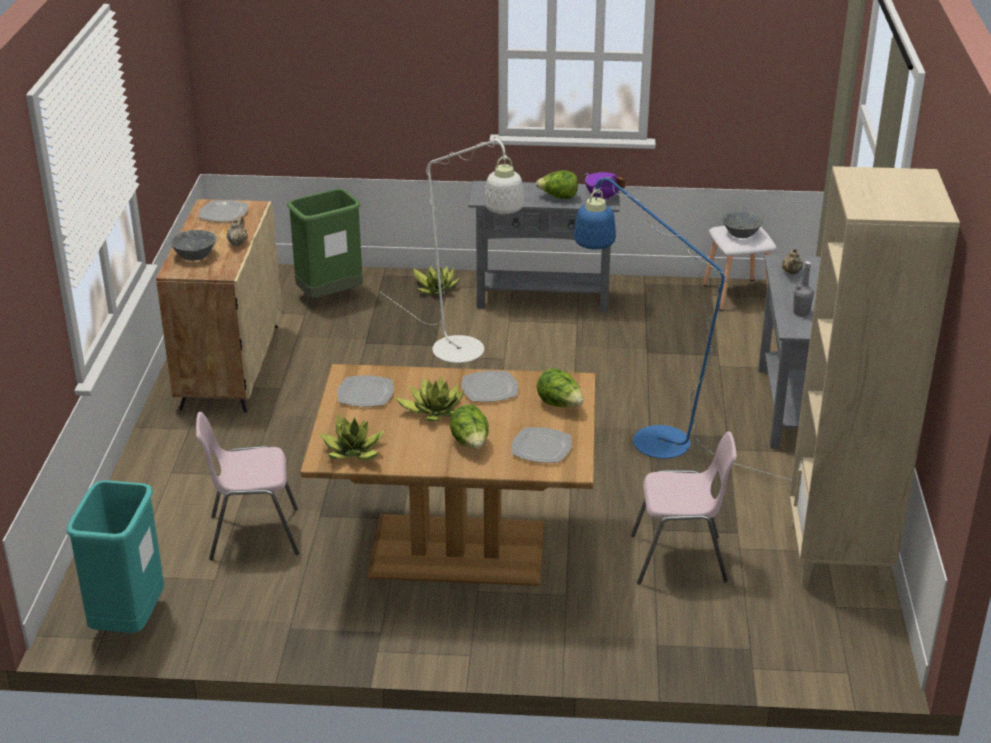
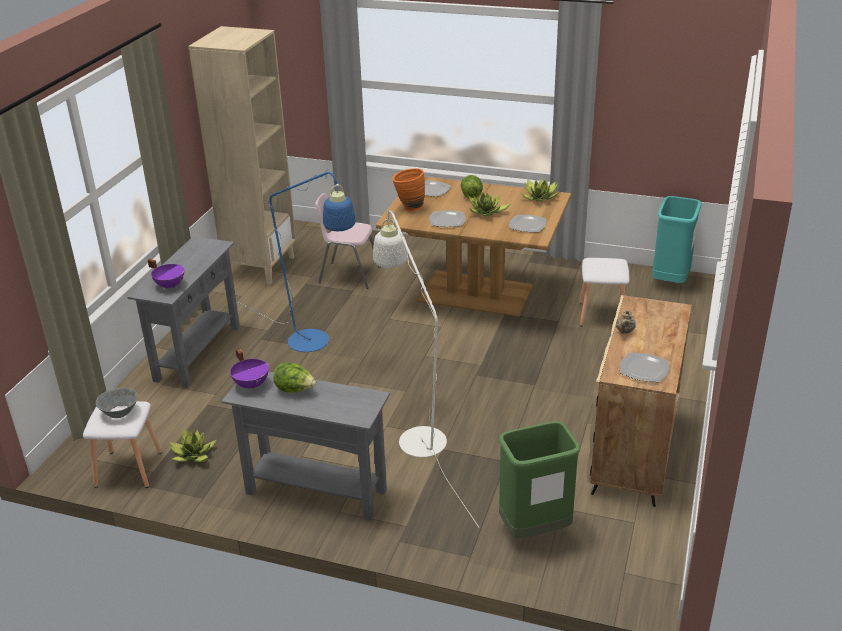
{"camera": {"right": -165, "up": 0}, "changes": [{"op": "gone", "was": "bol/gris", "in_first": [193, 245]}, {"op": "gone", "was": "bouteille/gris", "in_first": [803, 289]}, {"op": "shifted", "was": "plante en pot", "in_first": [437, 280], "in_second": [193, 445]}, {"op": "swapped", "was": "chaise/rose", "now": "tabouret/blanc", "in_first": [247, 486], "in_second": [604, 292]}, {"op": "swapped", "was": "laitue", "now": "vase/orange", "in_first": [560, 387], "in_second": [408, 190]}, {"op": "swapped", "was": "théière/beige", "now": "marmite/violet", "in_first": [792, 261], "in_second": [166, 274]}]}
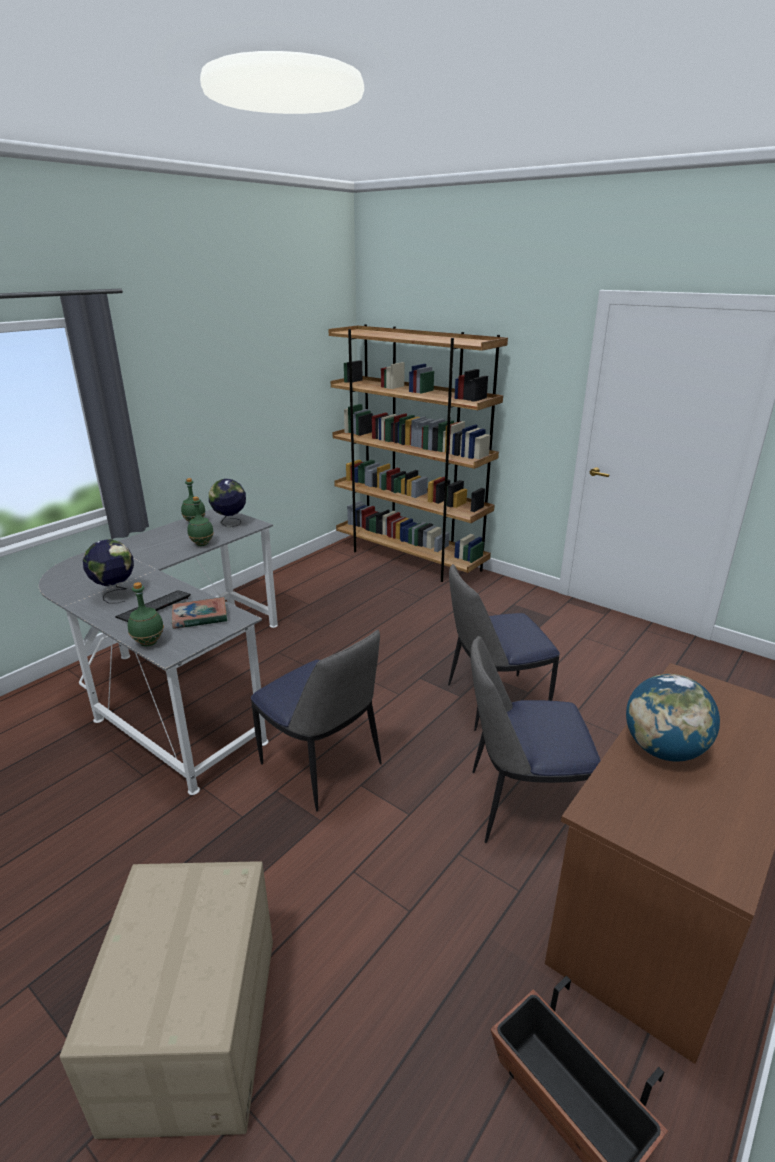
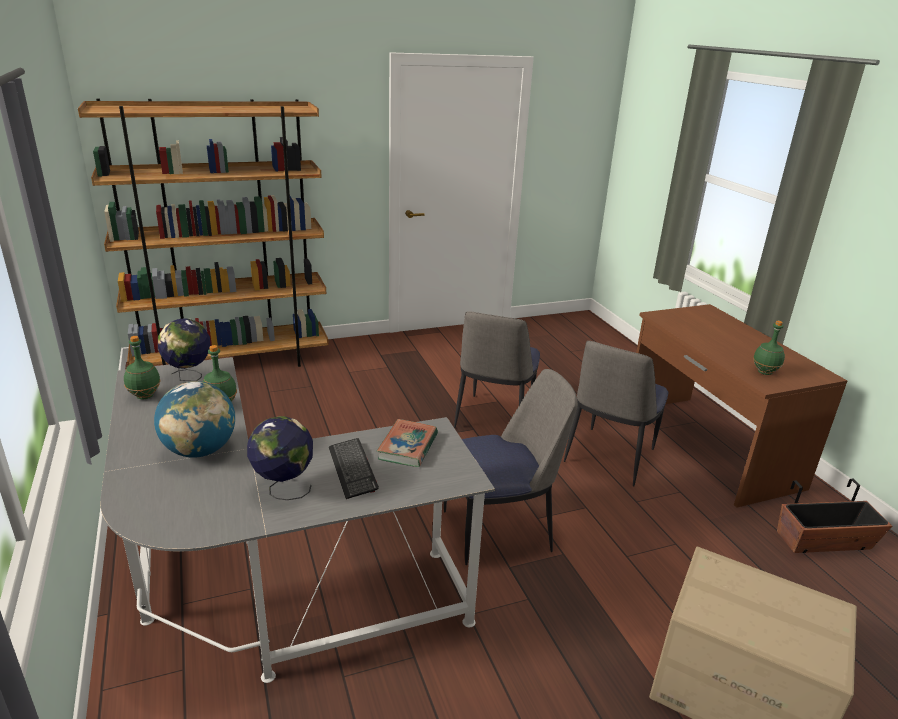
{"camera": {"right": -60, "up": 0}, "changes": [{"op": "shifted", "was": "bouteille/vert", "in_first": [146, 614], "in_second": [769, 348]}, {"op": "shifted", "was": "globe", "in_first": [673, 718], "in_second": [194, 419]}]}
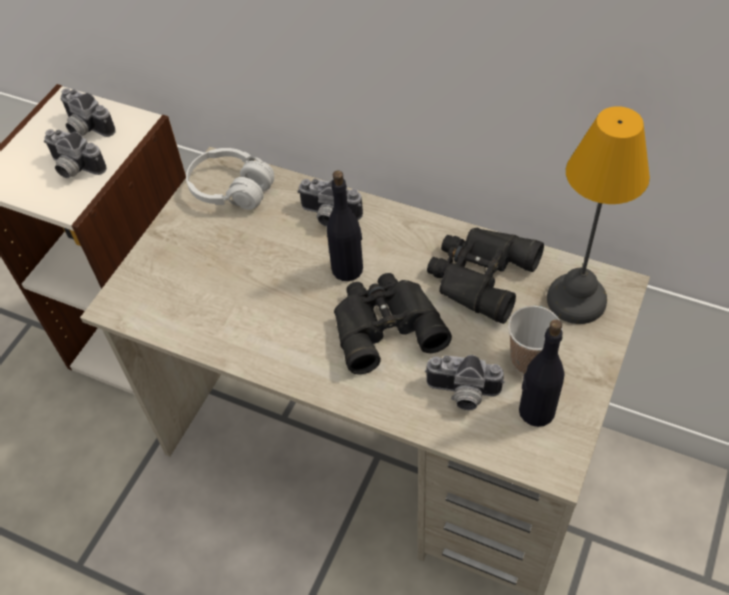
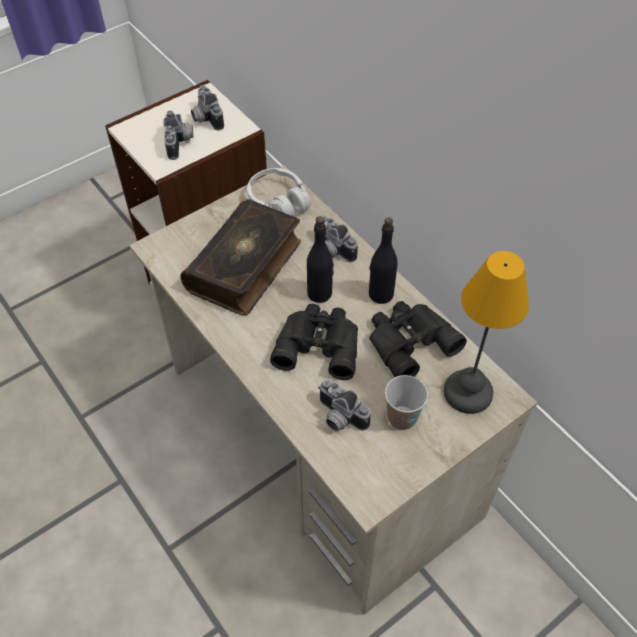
{"camera": {"right": 25, "up": 0}, "changes": [{"op": "new", "now": "livre", "in_second": [240, 257]}, {"op": "shifted", "was": "bouteille/noir", "in_first": [542, 373], "in_second": [383, 260]}, {"op": "rotated", "was": "appareil photo", "in_first": [75, 153], "in_second": [178, 135], "clockwise": -150}]}
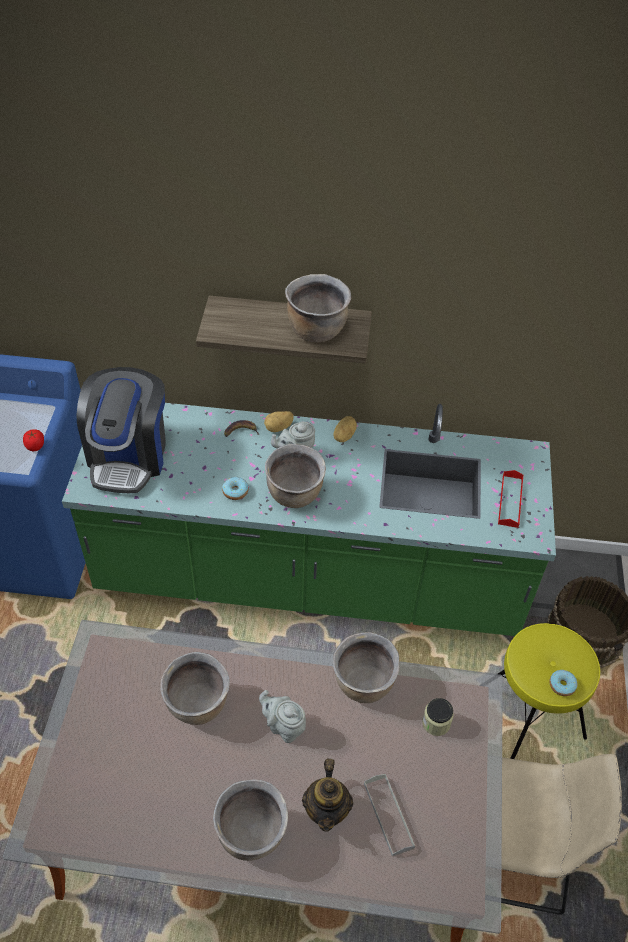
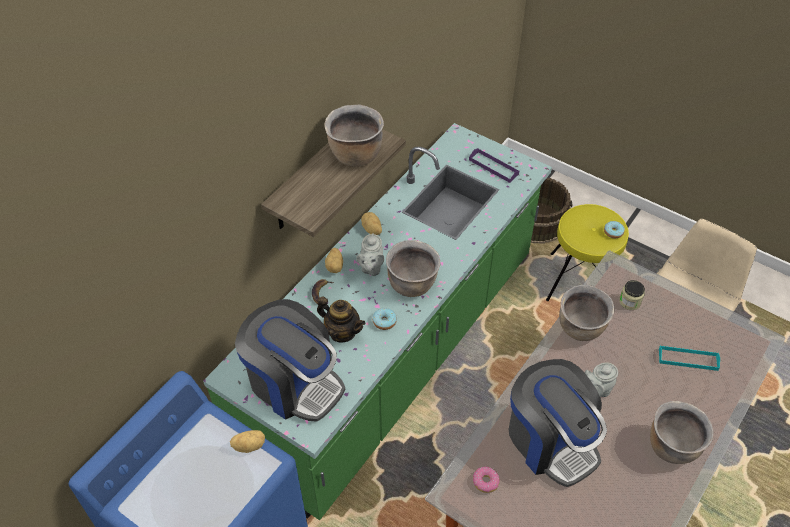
{"camera": {"right": -60, "up": 0}, "changes": [{"op": "new", "now": "beignet", "in_second": [486, 480]}, {"op": "shifted", "was": "théière", "in_first": [327, 795], "in_second": [341, 319]}, {"op": "swapped", "was": "tomate", "now": "pomme de terre", "in_first": [33, 440], "in_second": [247, 441]}, {"op": "swapped", "was": "marmite/marron", "now": "machine à café", "in_first": [195, 688], "in_second": [558, 423]}, {"op": "repainted", "was": "plateau/gris", "now": "plateau/turquoise", "in_first": [389, 815], "in_second": [689, 358]}, {"op": "repainted", "was": "plateau/rouge", "now": "plateau/violet", "in_first": [510, 499], "in_second": [494, 165]}]}
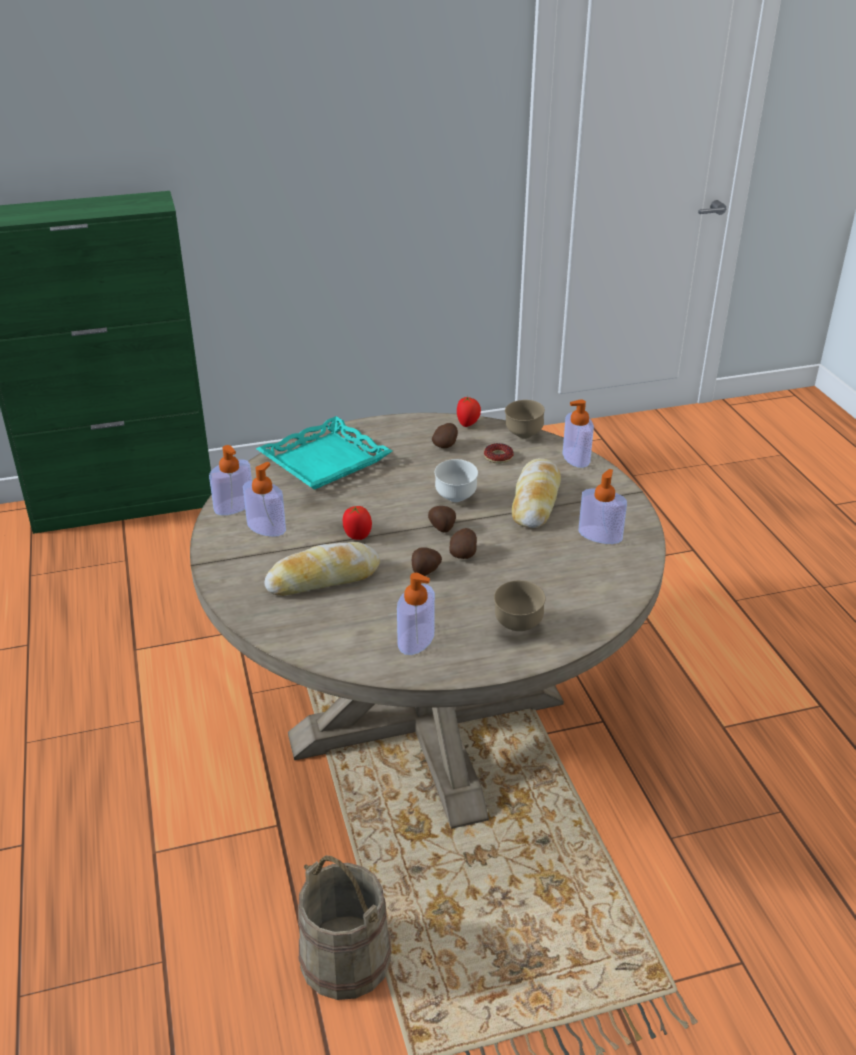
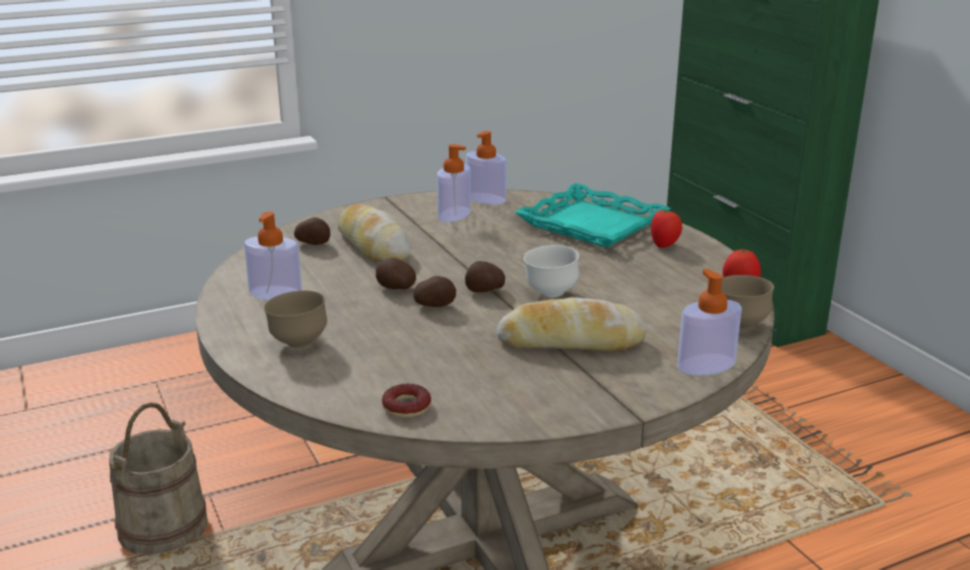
{"camera": {"right": 80, "up": -10}, "changes": [{"op": "gone", "was": "distributeur de savon", "in_first": [602, 506]}, {"op": "shifted", "was": "tomate", "in_first": [357, 523], "in_second": [666, 228]}, {"op": "shifted", "was": "pomme de terre", "in_first": [445, 435], "in_second": [312, 231]}, {"op": "shifted", "was": "beignet", "in_first": [499, 453], "in_second": [406, 401]}]}
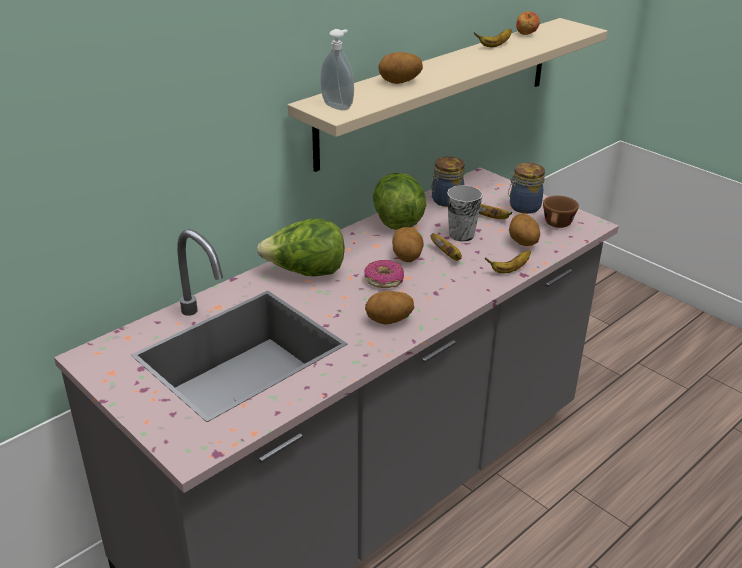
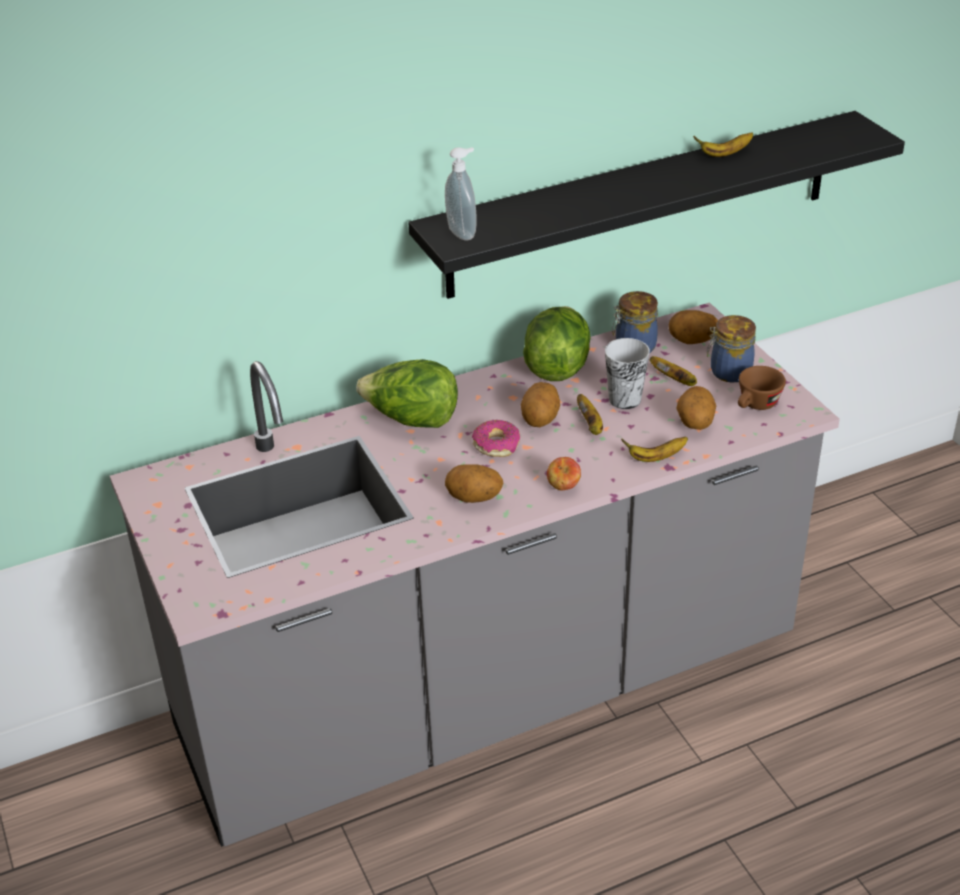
{"camera": {"right": 20, "up": 5}, "changes": [{"op": "shifted", "was": "pomme de terre", "in_first": [400, 68], "in_second": [693, 327]}, {"op": "shifted", "was": "pomme", "in_first": [528, 23], "in_second": [564, 474]}, {"op": "repainted", "was": "étagère/beige", "now": "étagère/noir", "in_first": [448, 95], "in_second": [656, 205]}]}
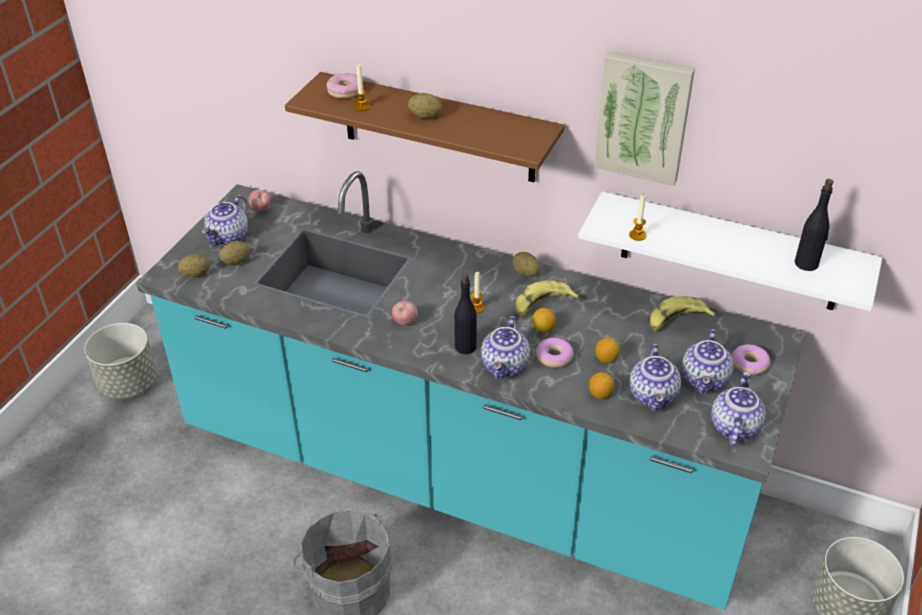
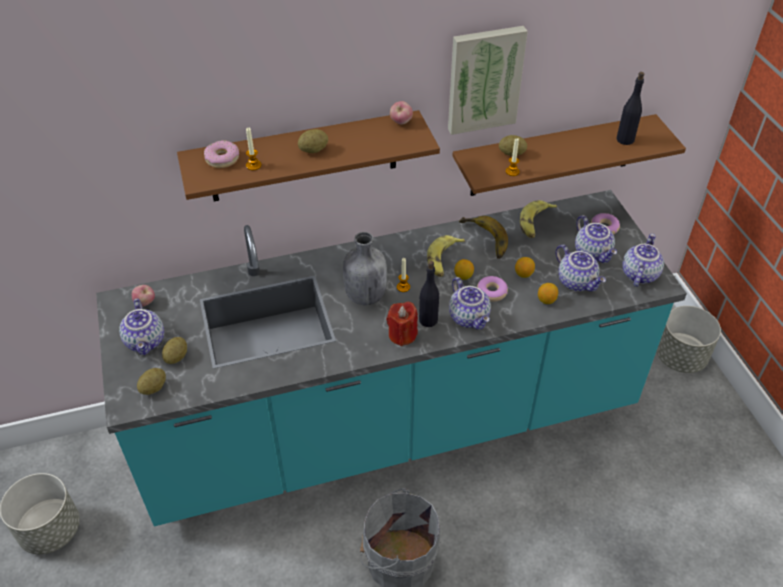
{"camera": {"right": -40, "up": 5}, "changes": [{"op": "new", "now": "bouteille/gris", "in_second": [365, 268]}, {"op": "new", "now": "bougie/rouge", "in_second": [402, 324]}, {"op": "new", "now": "banane", "in_second": [483, 237]}, {"op": "shifted", "was": "pomme", "in_first": [405, 312], "in_second": [401, 112]}, {"op": "shifted", "was": "pomme de terre", "in_first": [526, 264], "in_second": [513, 145]}, {"op": "repainted", "was": "étagère/blanc", "now": "étagère/marron", "in_first": [730, 251], "in_second": [569, 155]}, {"op": "rotated", "was": "théière", "in_first": [738, 409], "in_second": [643, 260], "clockwise": 45}]}
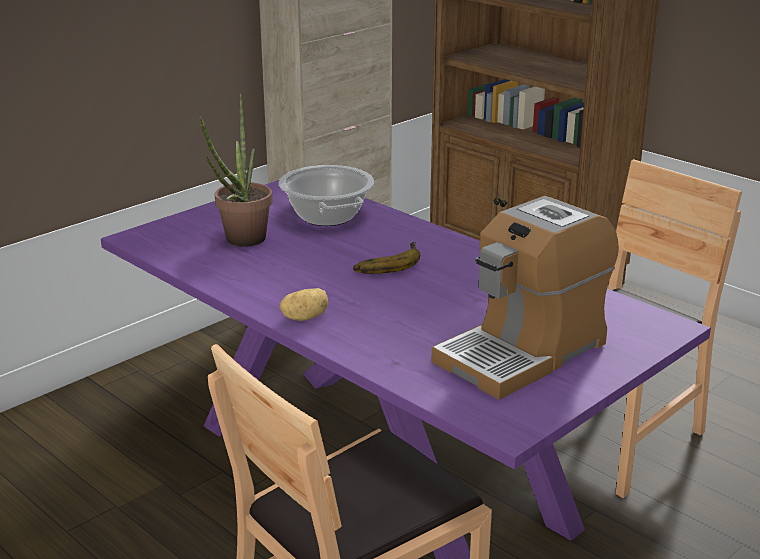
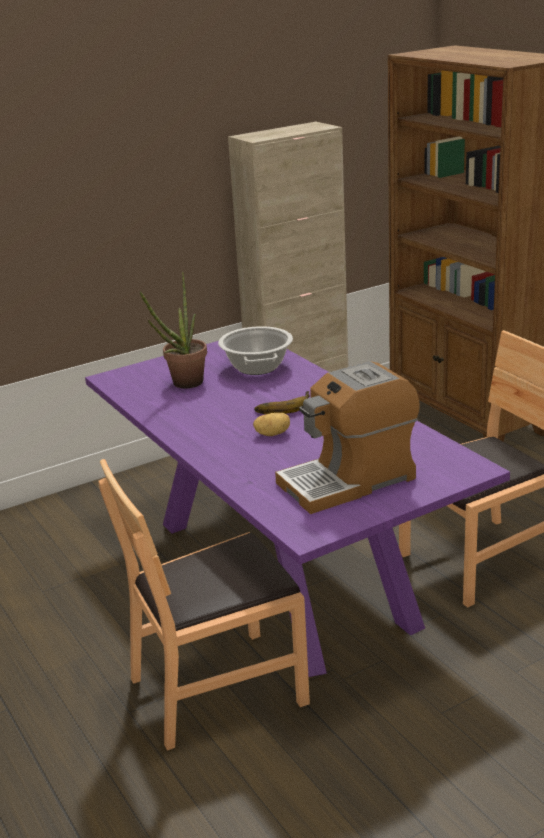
{"camera": {"right": 15, "up": 0}, "changes": [{"op": "shifted", "was": "pomme de terre", "in_first": [304, 304], "in_second": [271, 424]}]}
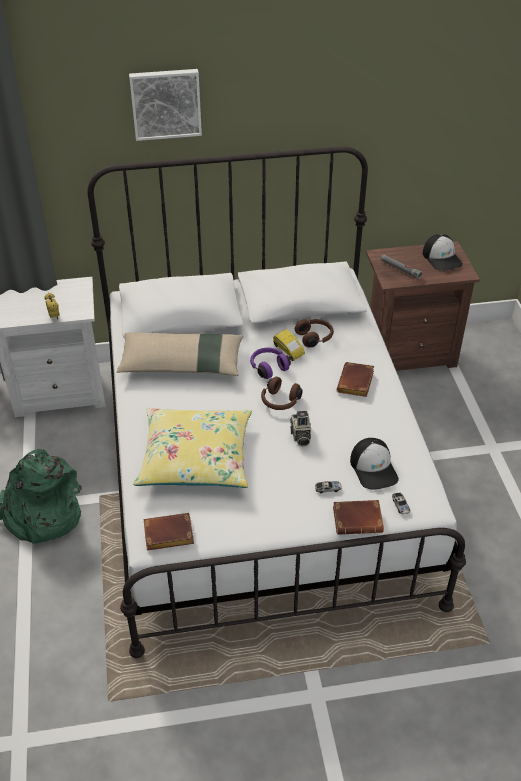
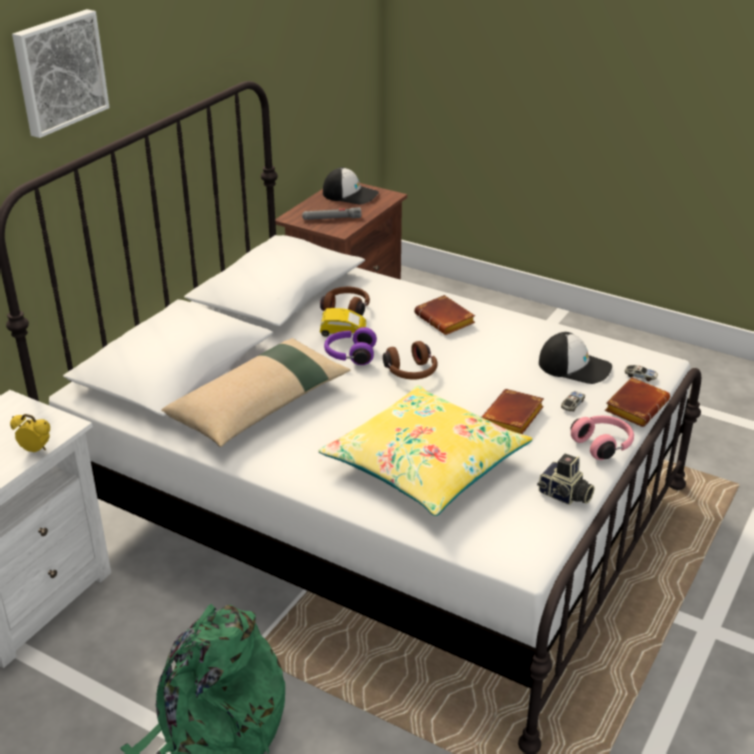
{"camera": {"right": -50, "up": -10}, "changes": [{"op": "new", "now": "casque audio/rose", "in_second": [602, 438]}, {"op": "shifted", "was": "livre/marron", "in_first": [169, 531], "in_second": [513, 411]}, {"op": "shifted", "was": "appareil photo", "in_first": [300, 429], "in_second": [566, 479]}]}
